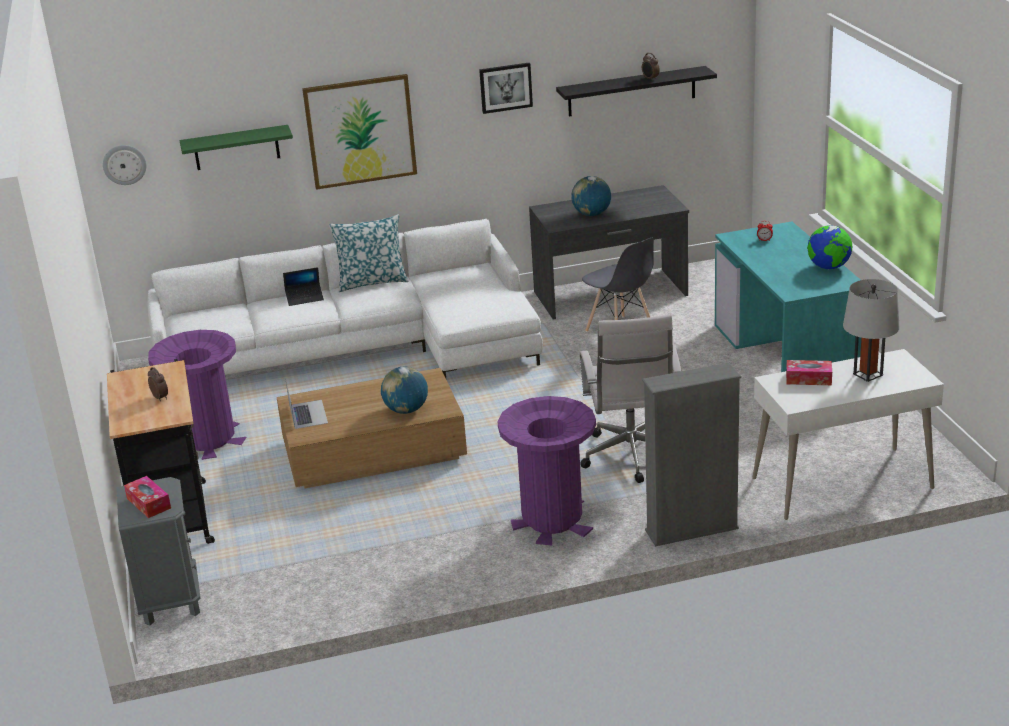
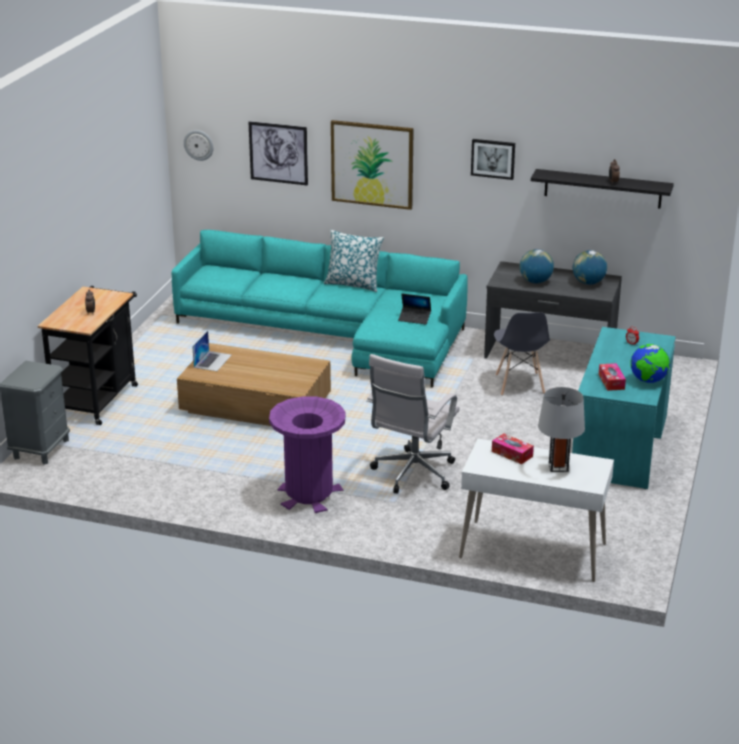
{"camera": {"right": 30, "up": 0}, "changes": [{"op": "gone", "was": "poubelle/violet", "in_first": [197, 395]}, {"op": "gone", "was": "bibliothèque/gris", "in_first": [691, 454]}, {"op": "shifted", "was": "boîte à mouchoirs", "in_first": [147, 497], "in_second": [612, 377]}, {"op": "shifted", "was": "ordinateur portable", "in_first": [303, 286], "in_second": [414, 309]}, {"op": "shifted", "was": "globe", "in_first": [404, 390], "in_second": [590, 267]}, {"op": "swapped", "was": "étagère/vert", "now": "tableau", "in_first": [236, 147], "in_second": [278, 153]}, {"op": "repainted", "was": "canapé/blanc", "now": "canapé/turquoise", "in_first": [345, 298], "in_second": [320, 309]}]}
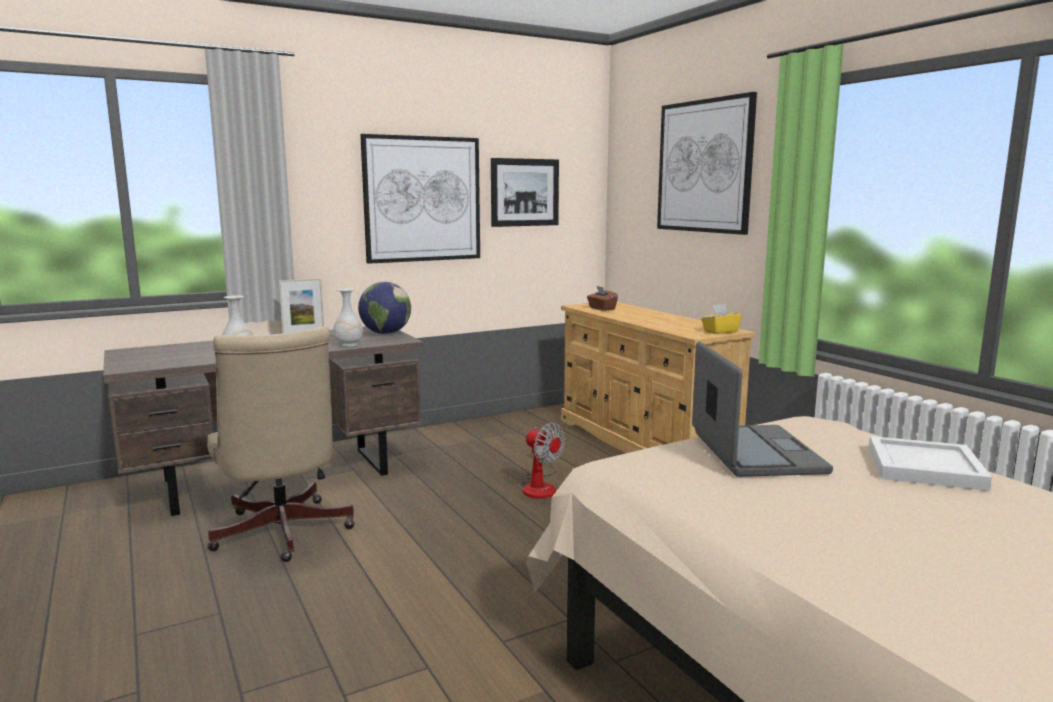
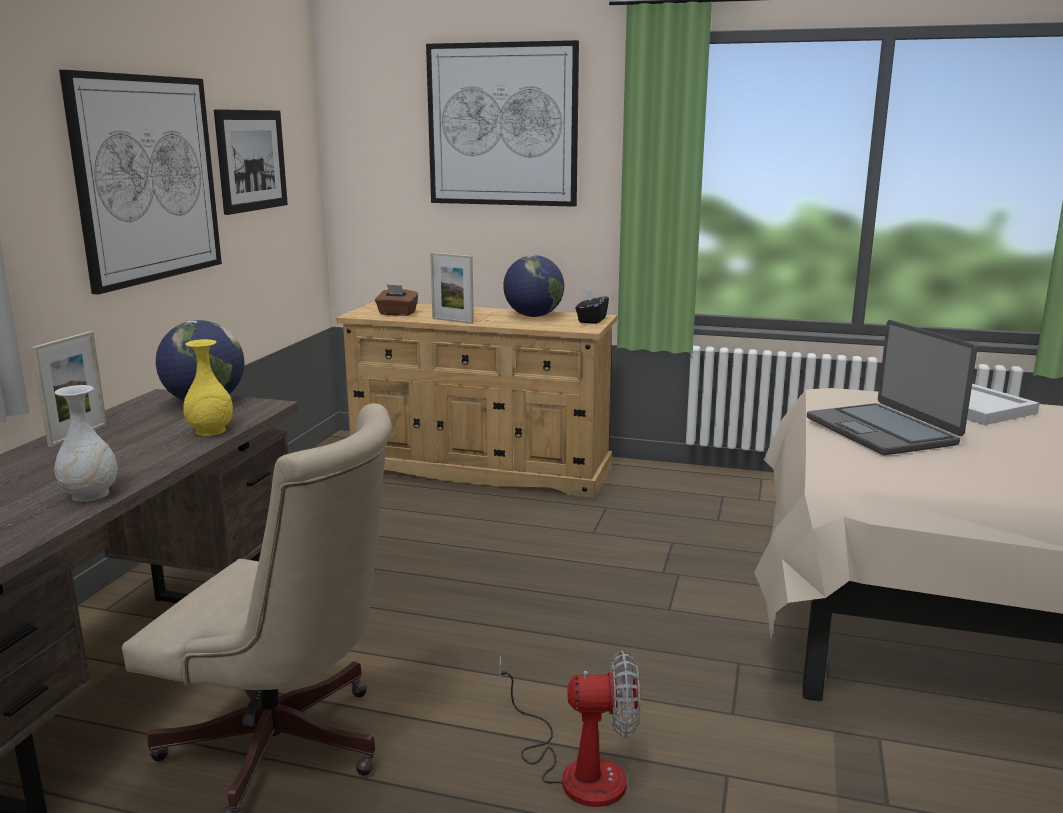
{"camera": {"right": -45, "up": 5}, "changes": [{"op": "new", "now": "cadre photo", "in_second": [452, 288]}, {"op": "new", "now": "globe", "in_second": [533, 286]}, {"op": "shifted", "was": "ventilateur", "in_first": [544, 461], "in_second": [570, 728]}, {"op": "repainted", "was": "vase/blanc", "now": "vase/jaune", "in_first": [348, 317], "in_second": [208, 387]}, {"op": "repainted", "was": "boîte à mouchoirs/jaune", "now": "boîte à mouchoirs/noir", "in_first": [721, 319], "in_second": [592, 306]}, {"op": "rotated", "was": "ordinateur portable", "in_first": [762, 409], "in_second": [892, 387], "clockwise": -150}]}
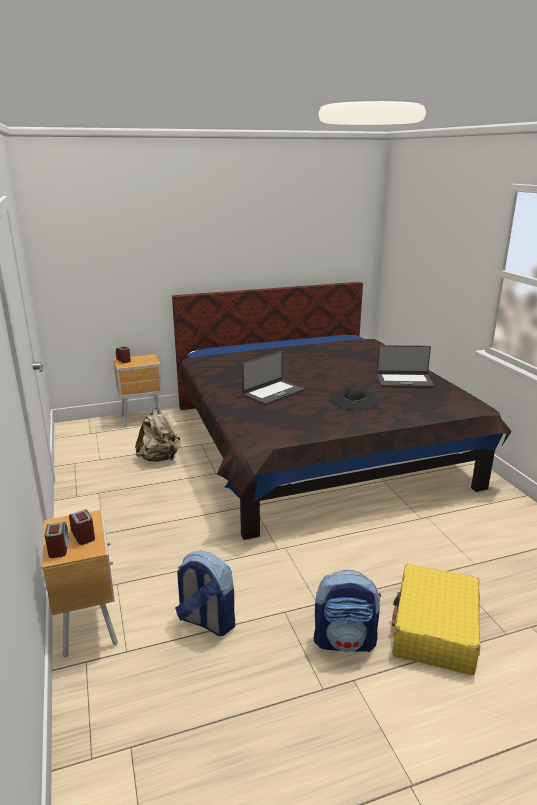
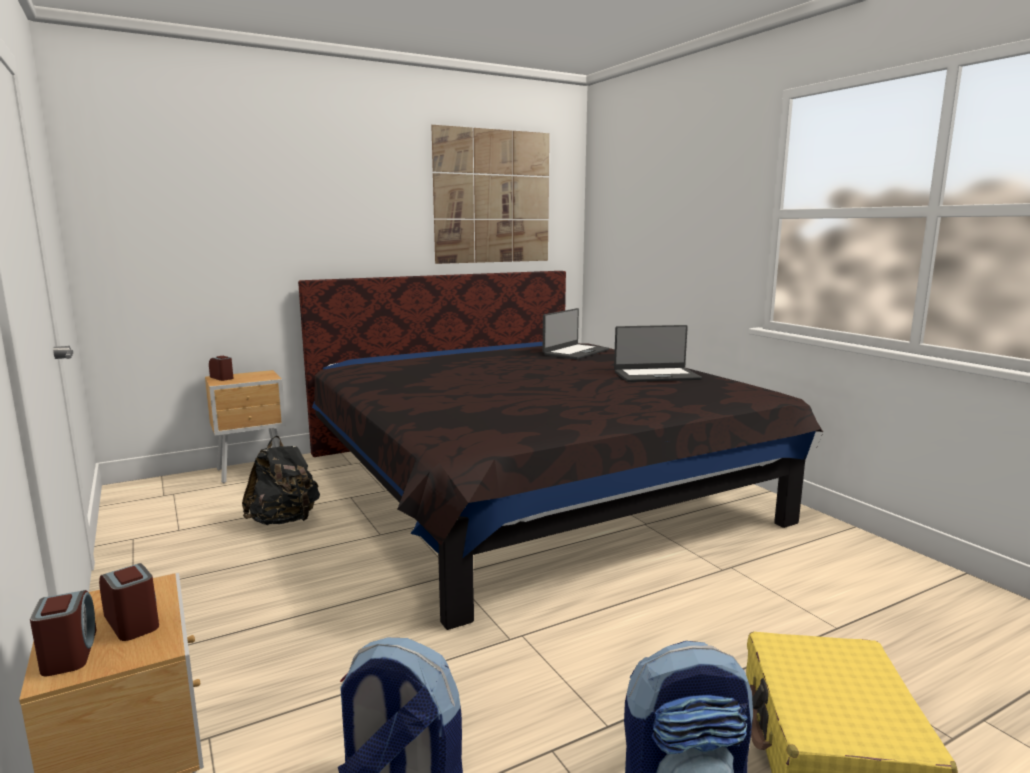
{"camera": {"right": -10, "up": -10}, "changes": [{"op": "gone", "was": "chapeau/noir", "in_first": [354, 398]}, {"op": "new", "now": "tableau", "in_second": [490, 194]}, {"op": "shifted", "was": "ordinateur portable", "in_first": [273, 378], "in_second": [576, 334]}, {"op": "repainted", "was": "sac à dos/beige", "now": "sac à dos/noir", "in_first": [158, 435], "in_second": [281, 480]}]}
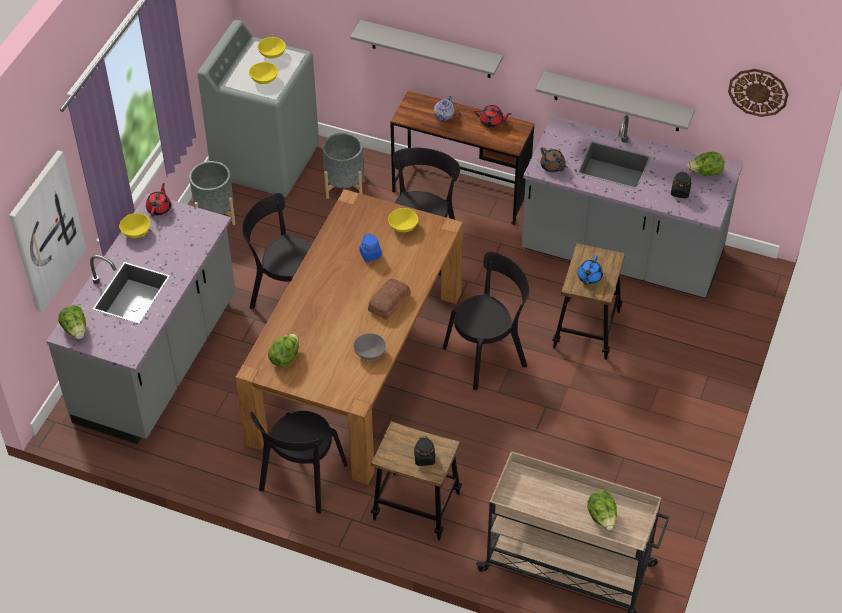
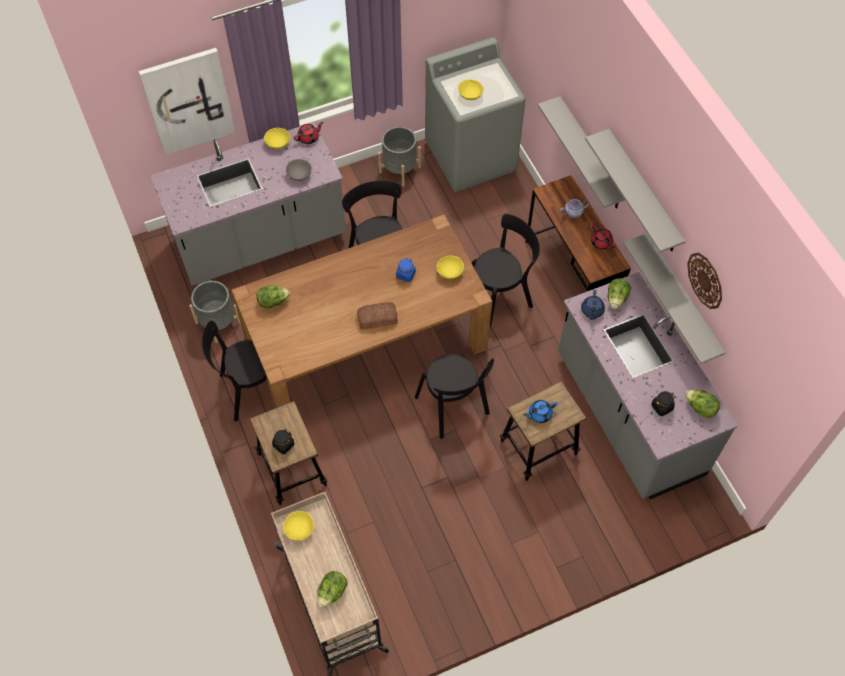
{"camera": {"right": 45, "up": 10}, "changes": [{"op": "new", "now": "étagère/gris", "in_second": [635, 190]}, {"op": "shifted", "was": "laitue", "in_first": [72, 322], "in_second": [619, 293]}, {"op": "shifted", "was": "bol/jaune", "in_first": [272, 48], "in_second": [298, 526]}, {"op": "shifted", "was": "cache-pot/gris", "in_first": [343, 166], "in_second": [215, 312]}, {"op": "shifted", "was": "bol/gris", "in_first": [369, 346], "in_second": [299, 170]}, {"op": "shifted", "was": "horloge murale", "in_first": [758, 93], "in_second": [704, 280]}, {"op": "repainted", "was": "théière/marron", "now": "théière/bleu", "in_first": [553, 159], "in_second": [593, 305]}, {"op": "rotated", "was": "chaise/noir", "in_first": [486, 321], "in_second": [454, 396], "clockwise": 45}]}
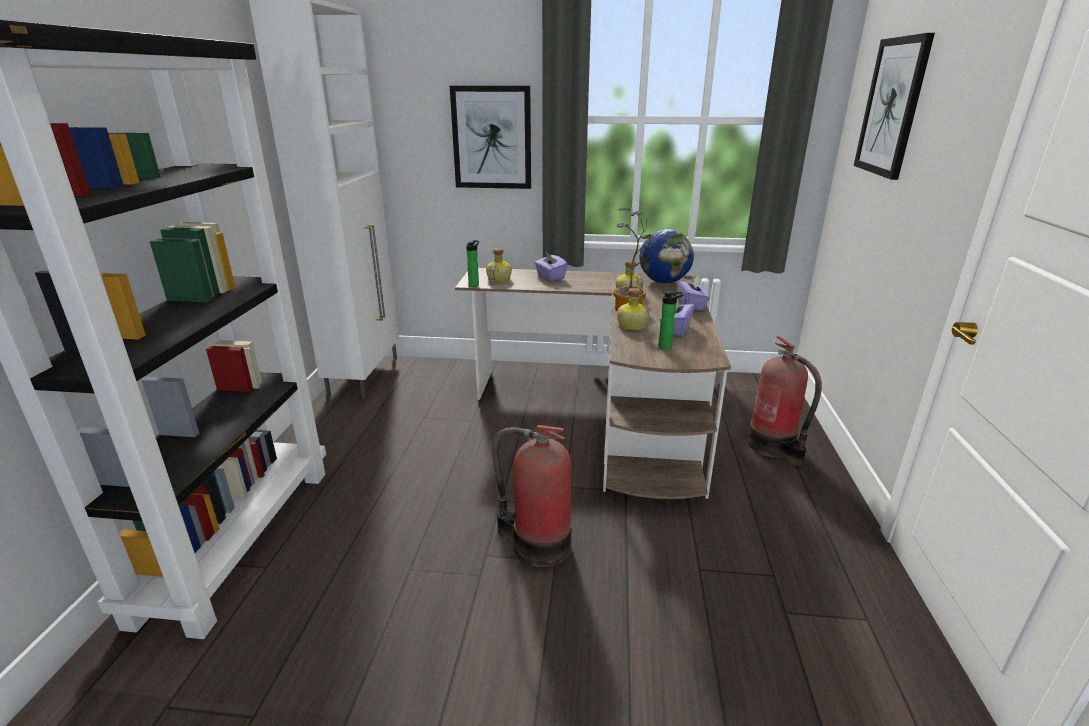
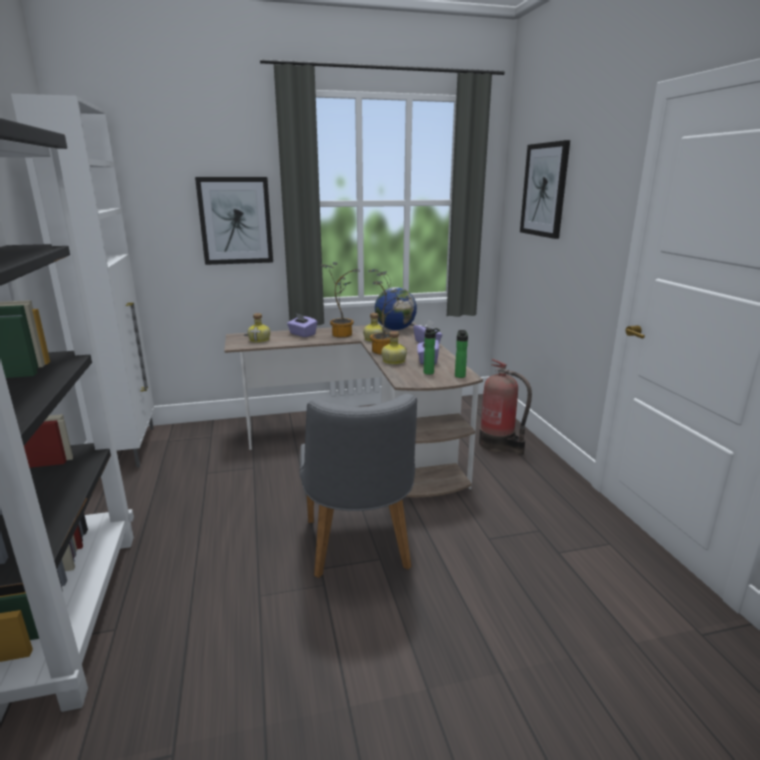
{"camera": {"right": -20, "up": -5}, "changes": [{"op": "new", "now": "plante en pot", "in_second": [340, 300]}, {"op": "shifted", "was": "bouteille", "in_first": [472, 263], "in_second": [461, 354]}, {"op": "swapped", "was": "extincteur", "now": "chaise/gris", "in_first": [532, 496], "in_second": [358, 486]}]}
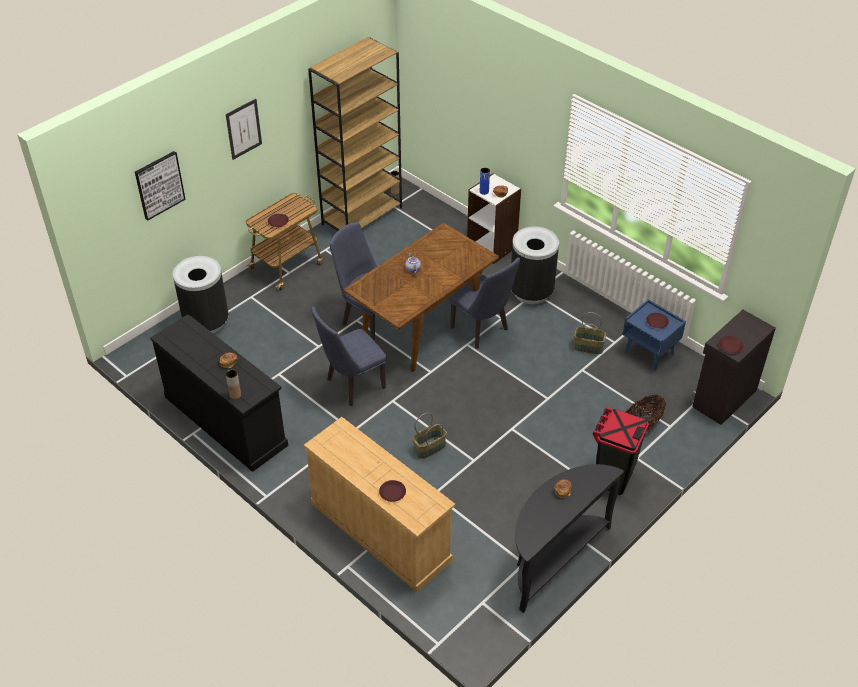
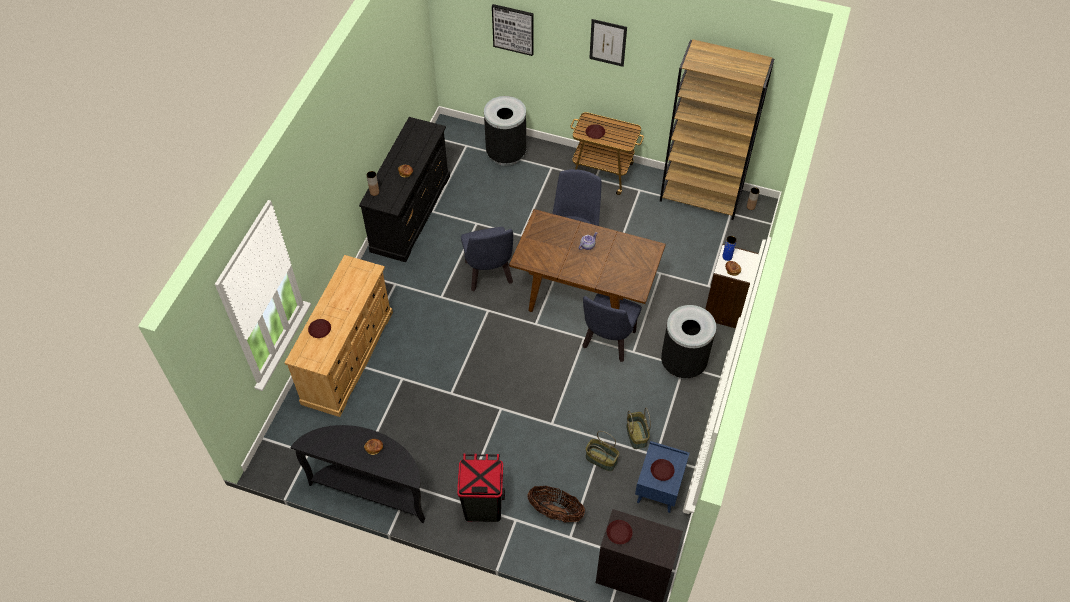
{"camera": {"right": 65, "up": 10}, "changes": [{"op": "shifted", "was": "panier", "in_first": [430, 436], "in_second": [602, 451]}, {"op": "rotated", "was": "chaise/bleu", "in_first": [349, 356], "in_second": [487, 259], "clockwise": -135}]}
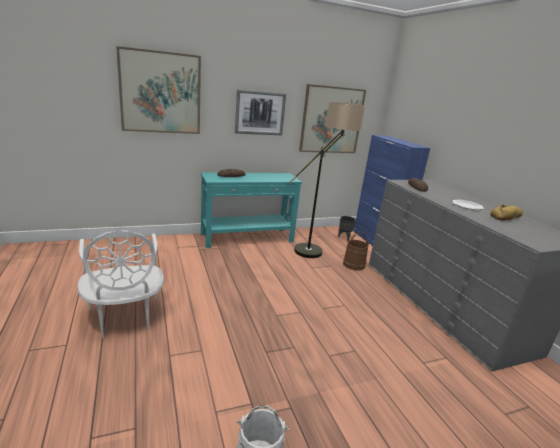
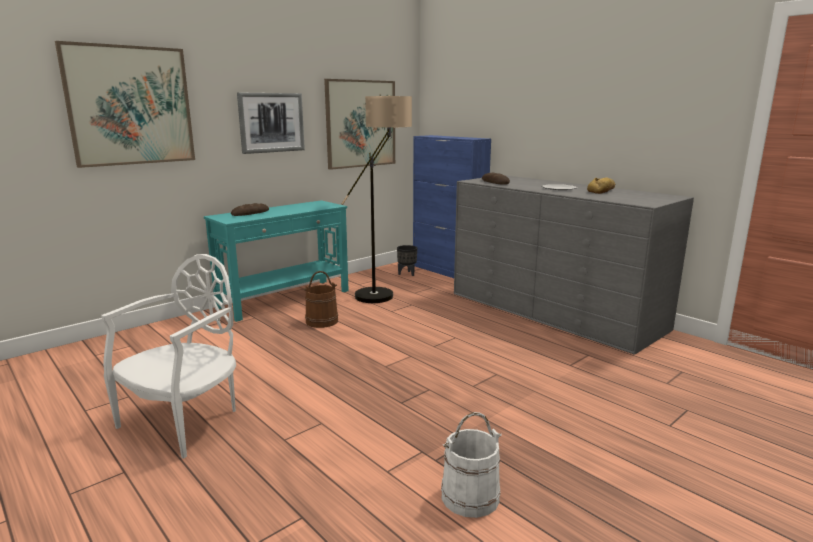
{"camera": {"right": -20, "up": -5}, "changes": [{"op": "shifted", "was": "seau/marron", "in_first": [356, 251], "in_second": [320, 299]}, {"op": "rotated", "was": "chaise/blanc", "in_first": [120, 284], "in_second": [168, 356], "clockwise": -105}]}
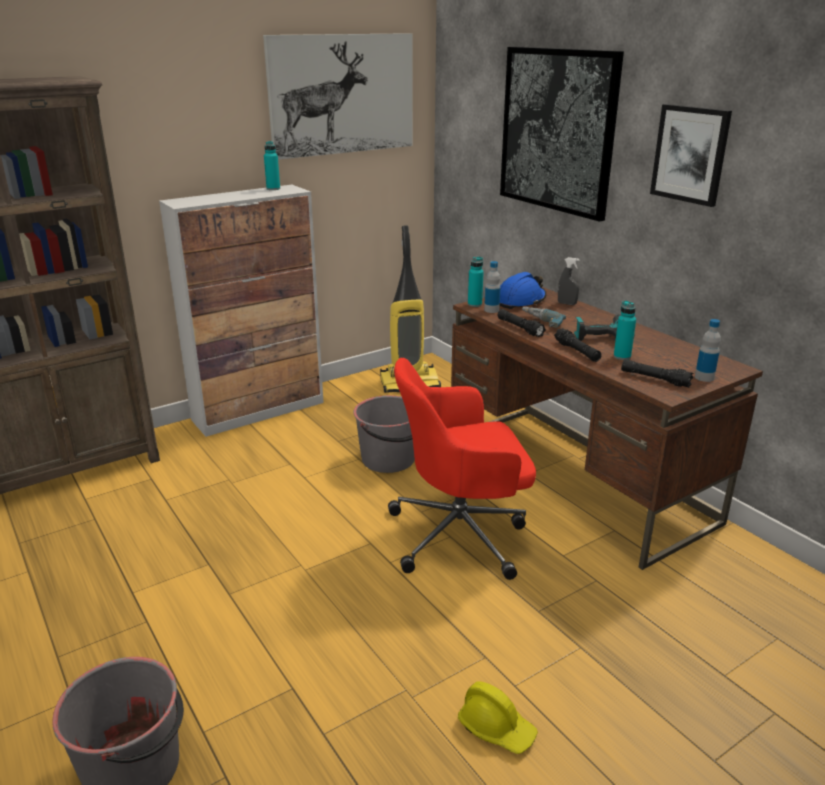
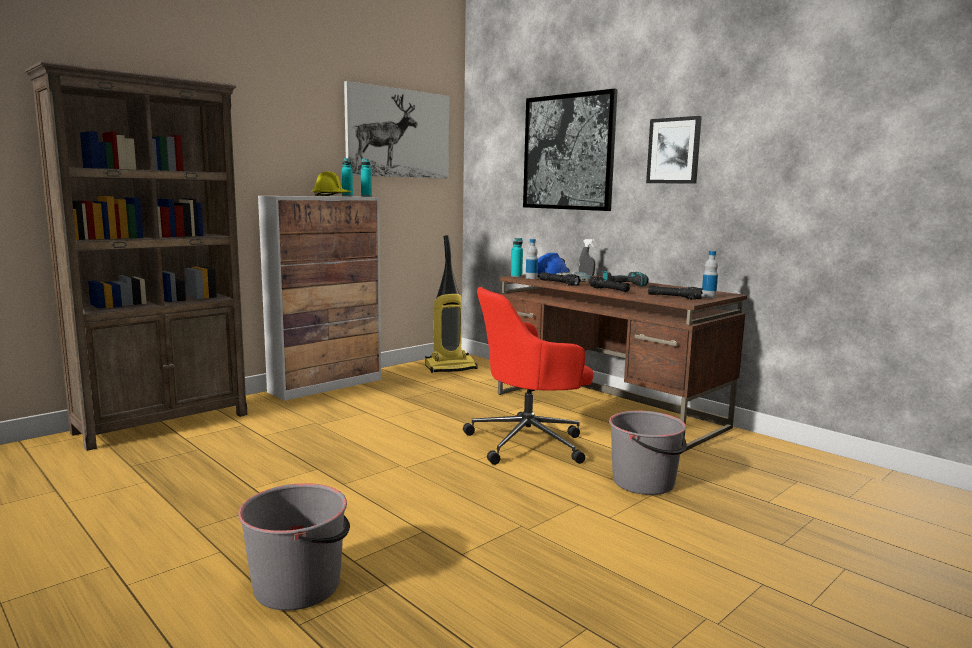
{"camera": {"right": -10, "up": -15}, "changes": [{"op": "shifted", "was": "seau/gris", "in_first": [384, 434], "in_second": [648, 453]}, {"op": "shifted", "was": "casque de chantier/jaune", "in_first": [498, 717], "in_second": [331, 184]}, {"op": "shifted", "was": "bouteille/turquoise", "in_first": [625, 330], "in_second": [366, 178]}]}
